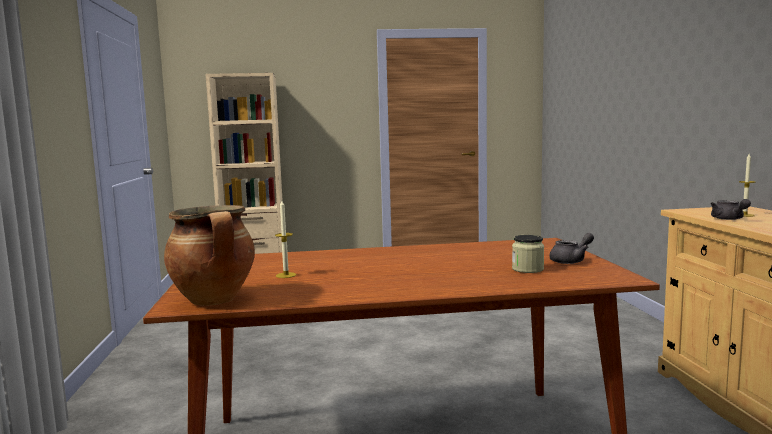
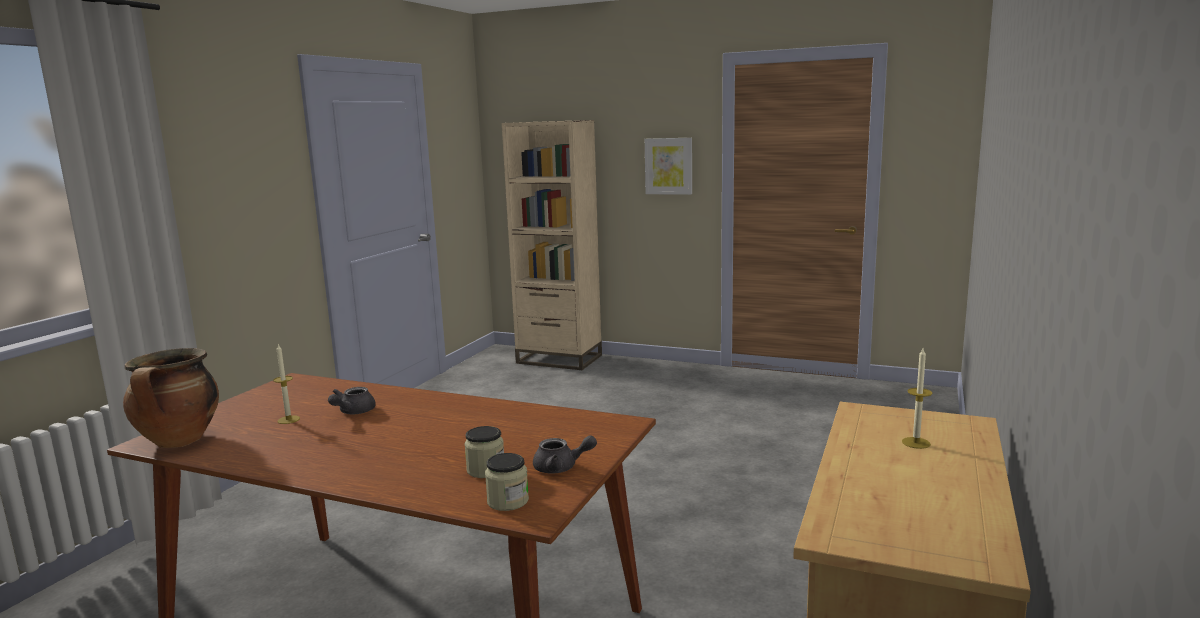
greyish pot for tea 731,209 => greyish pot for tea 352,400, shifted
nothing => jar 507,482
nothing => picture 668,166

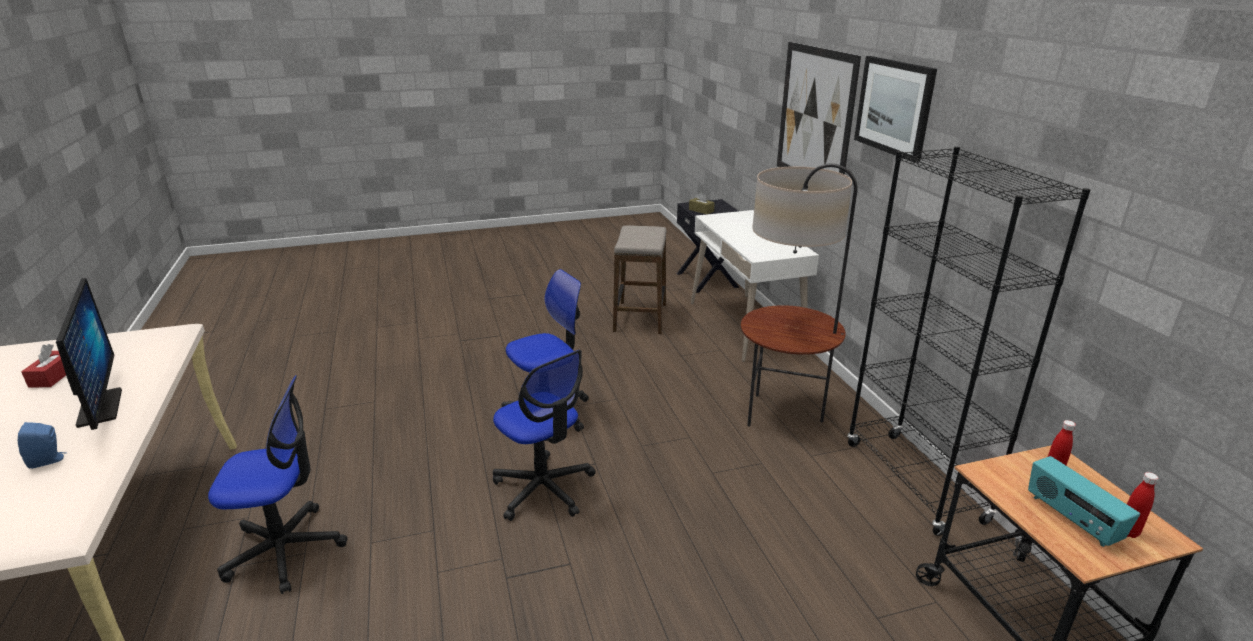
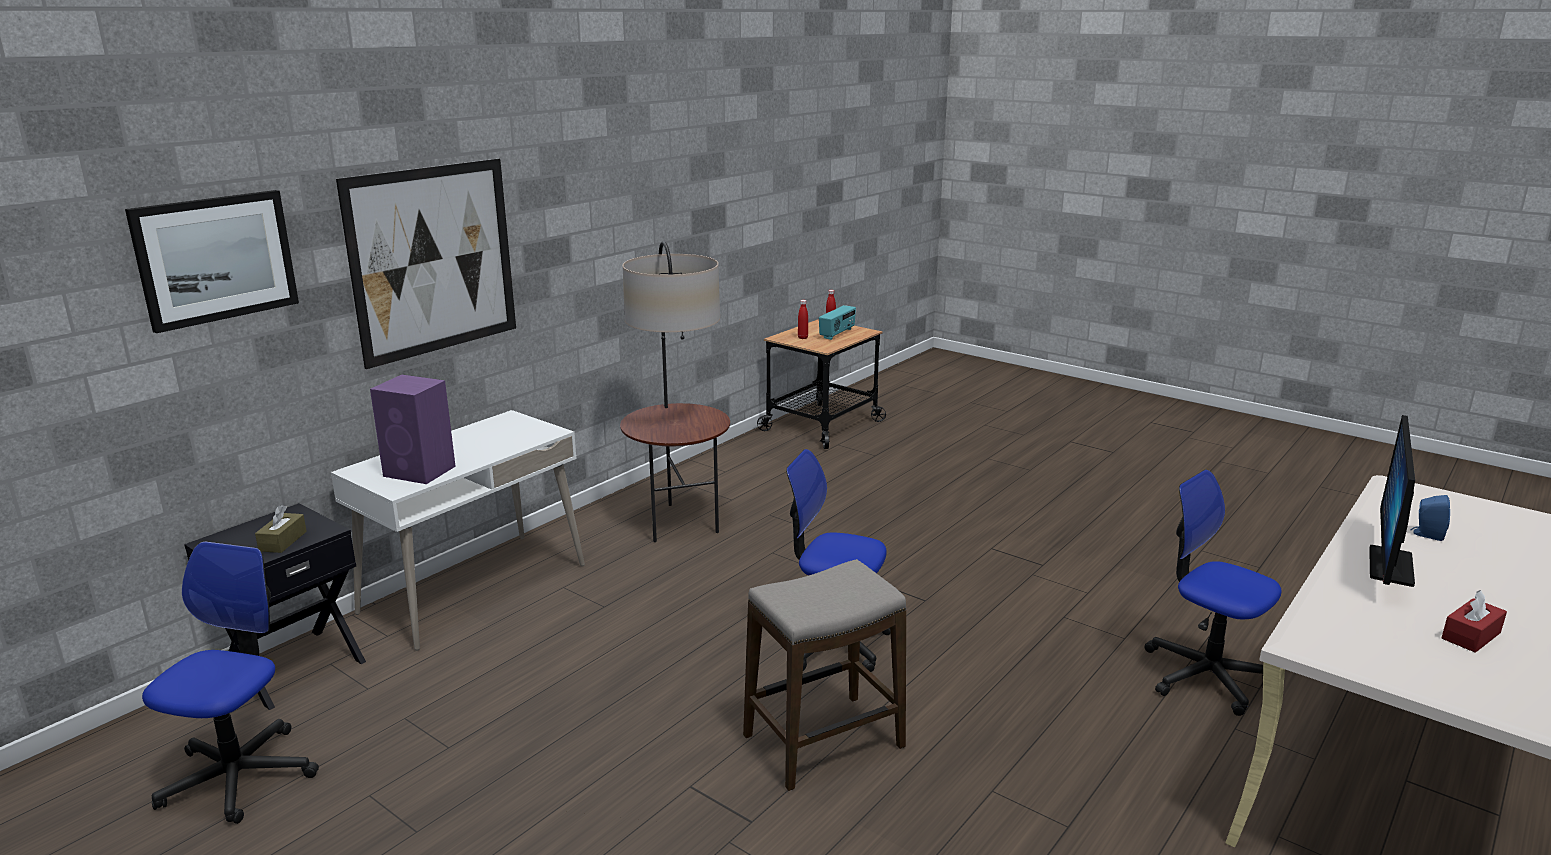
office chair 544,435 => office chair 230,682, shifted
sitting stool 640,280 => sitting stool 824,675, shifted
blackish shelving unit 968,341 => nothing
picture 895,109 => picture 212,261, shifted
nothing => purplish speaker 413,429

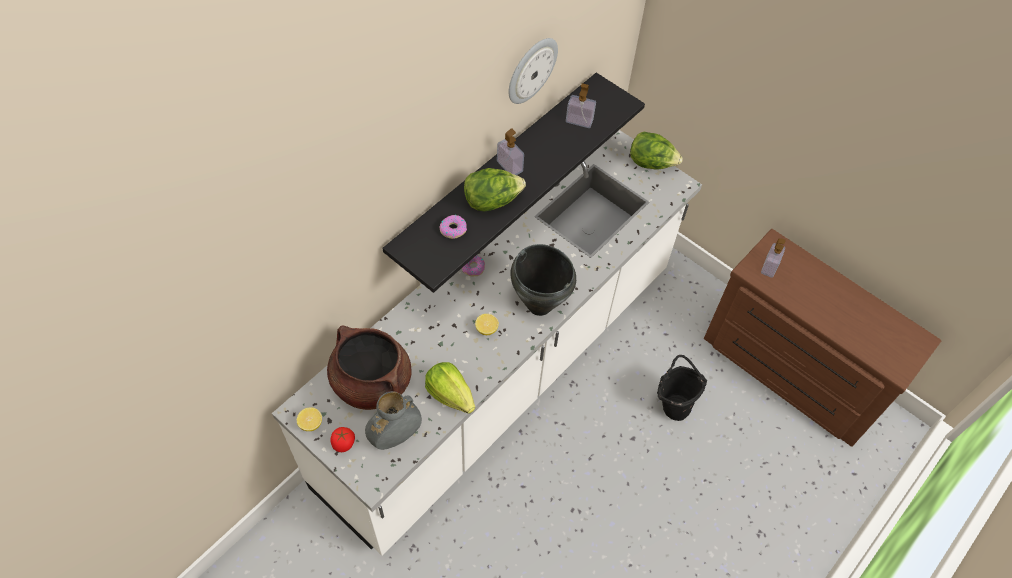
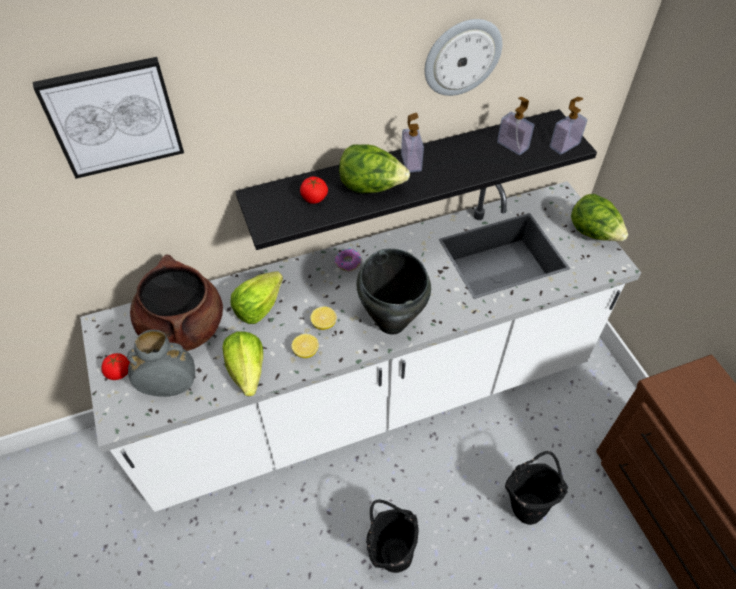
citrus fruit 309,419 => citrus fruit 305,346, shifted
donut 453,227 => whole tomato 314,190
soap bottle 773,258 => soap bottle 568,126, shifted
nothing => picture 108,118
nothing => lettuce head 257,297
nothing => blackish pail 392,536

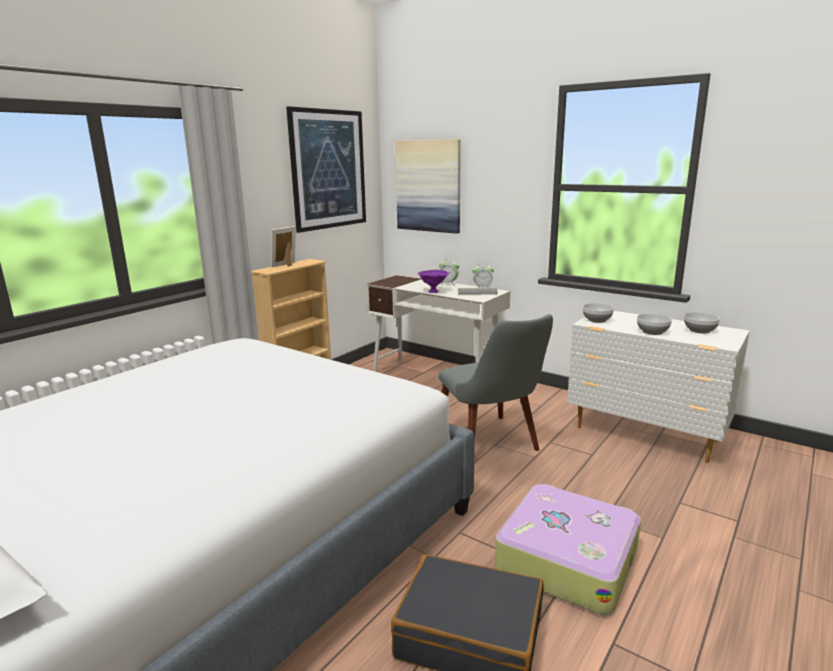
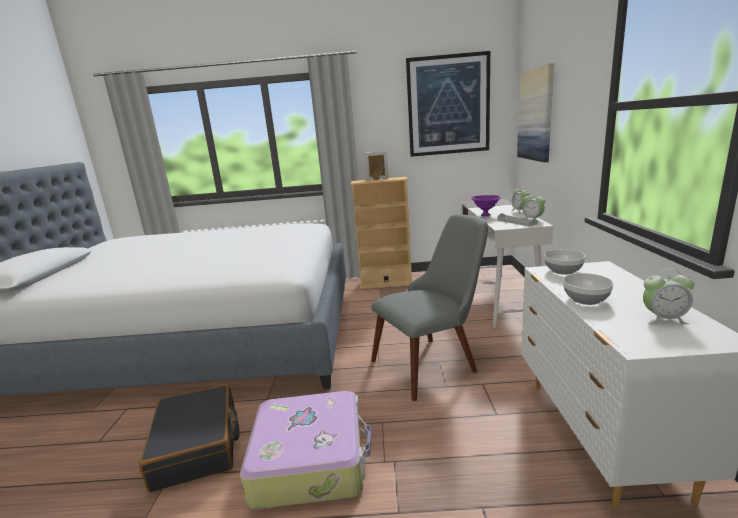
greyish upright chair 495,382 => greyish upright chair 429,307, 150 degrees counterclockwise
serving bowl 702,322 => alarm clock 669,297

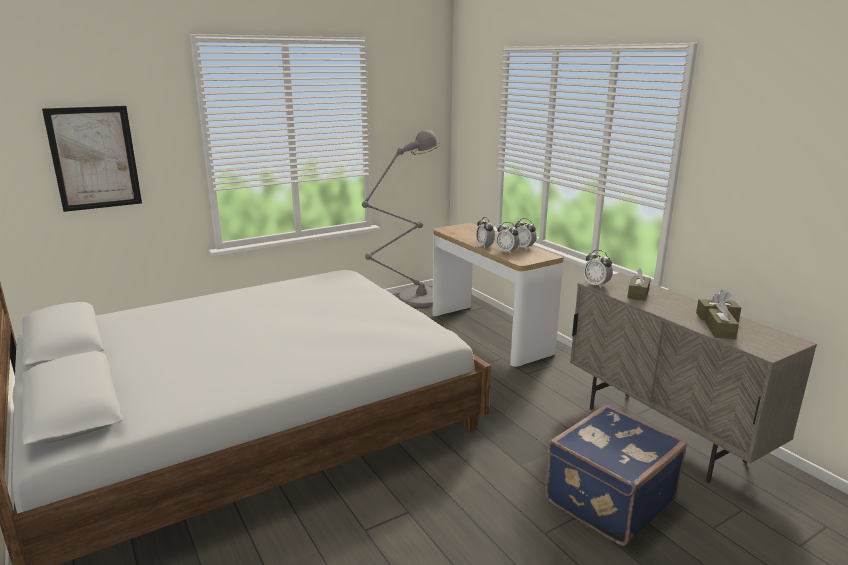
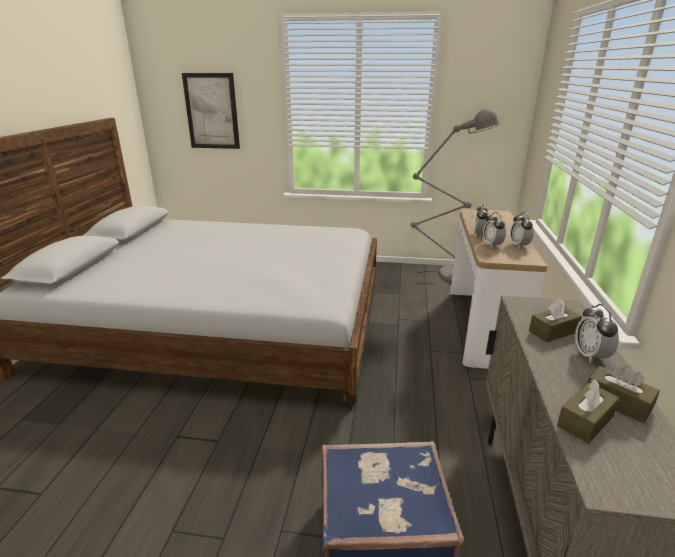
alarm clock 598,269 => alarm clock 597,333, shifted

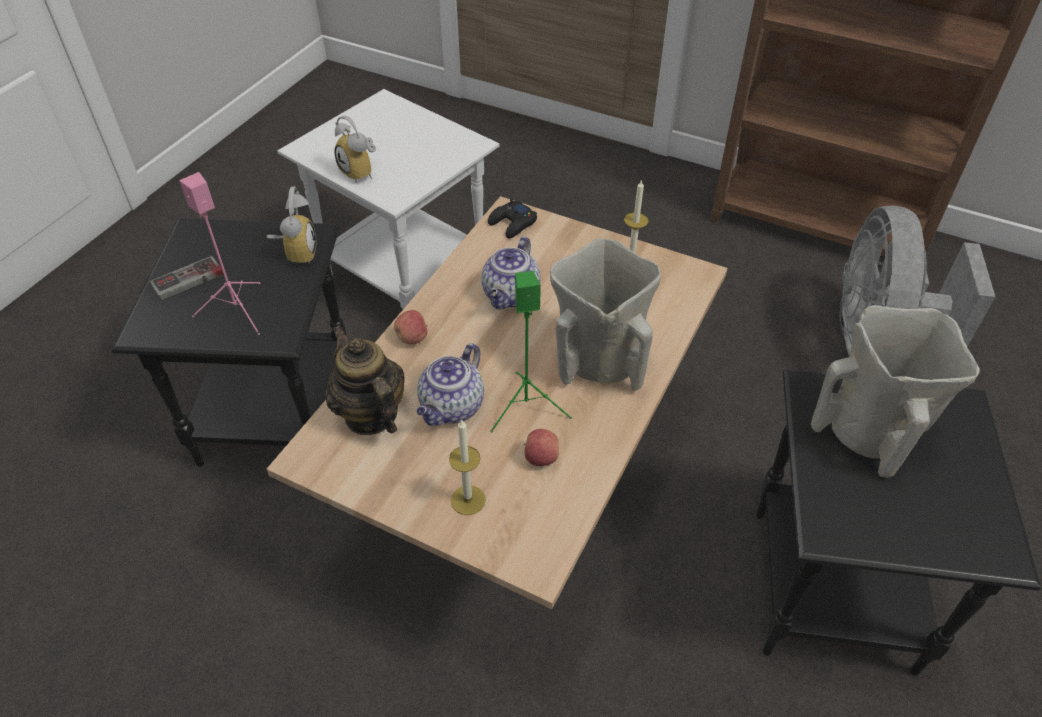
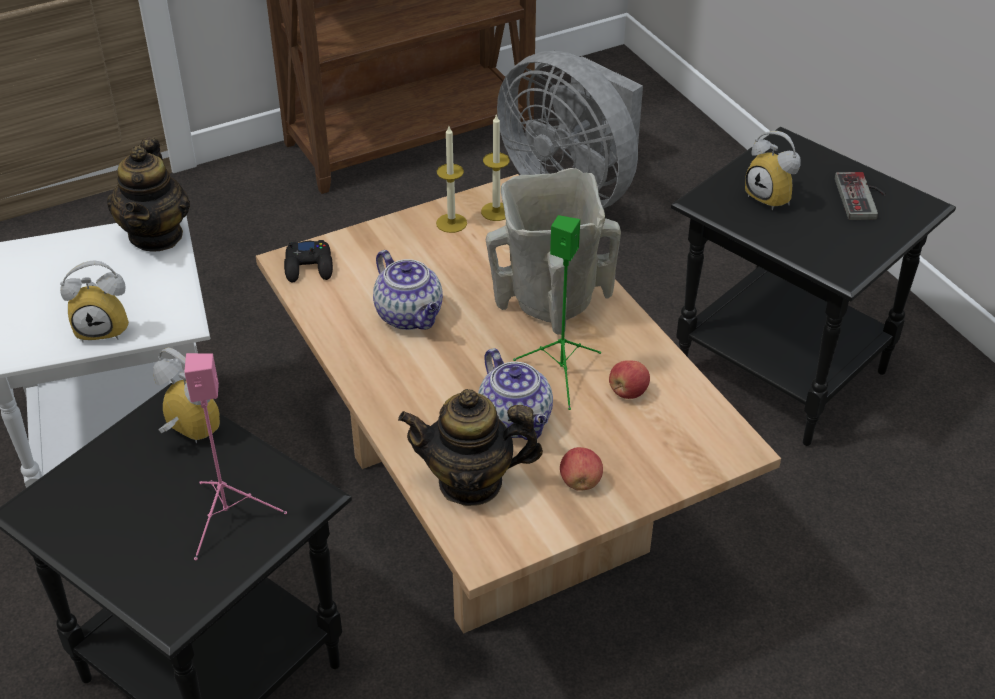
game controller 186,278 => game controller 860,196, shifted
apple 411,327 => apple 581,469, shifted
candle 467,467 => candle 495,167, shifted
beige flower vase 895,391 => alarm clock 773,171
nothing => pot for tea 148,194

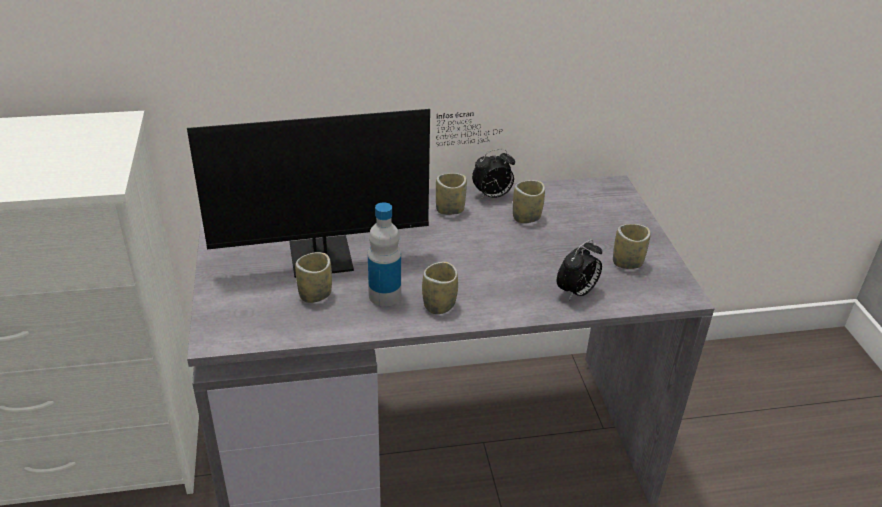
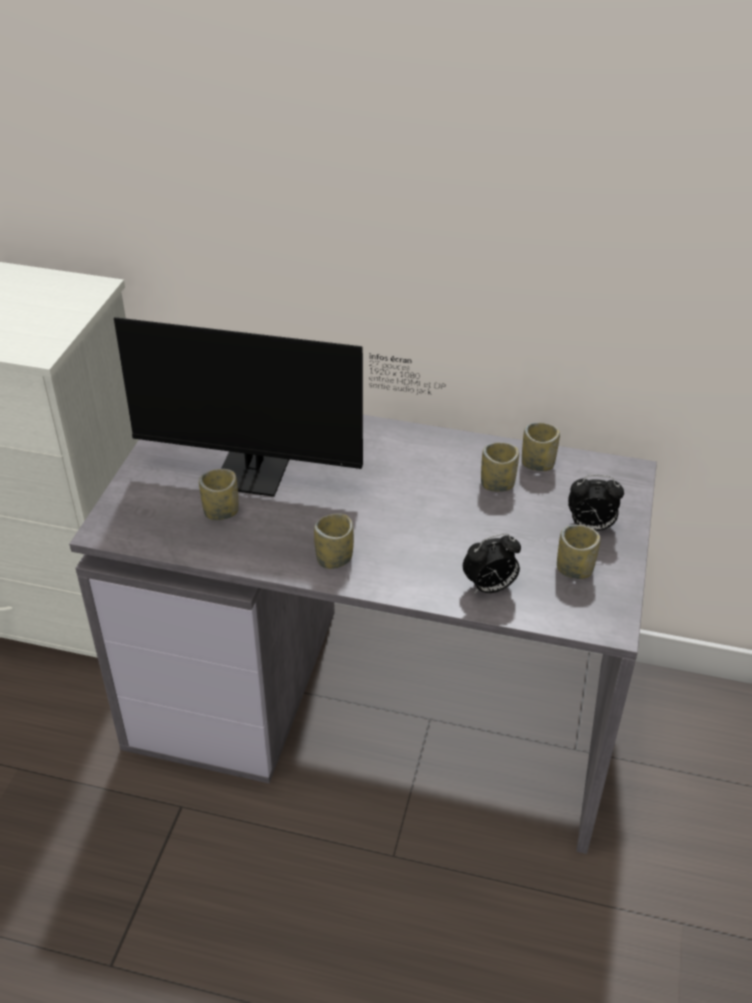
drink bottle 384,254 => nothing
drinking cup 451,194 => drinking cup 541,446, shifted
alarm clock 493,174 => alarm clock 596,503, shifted

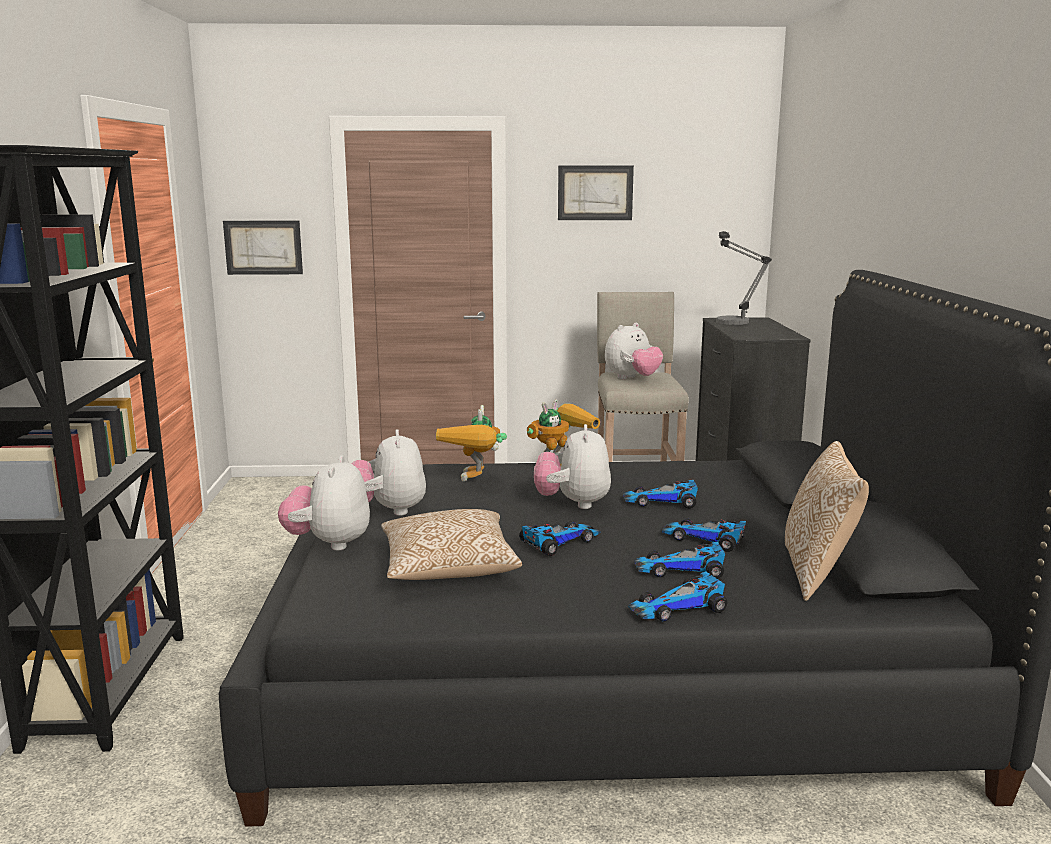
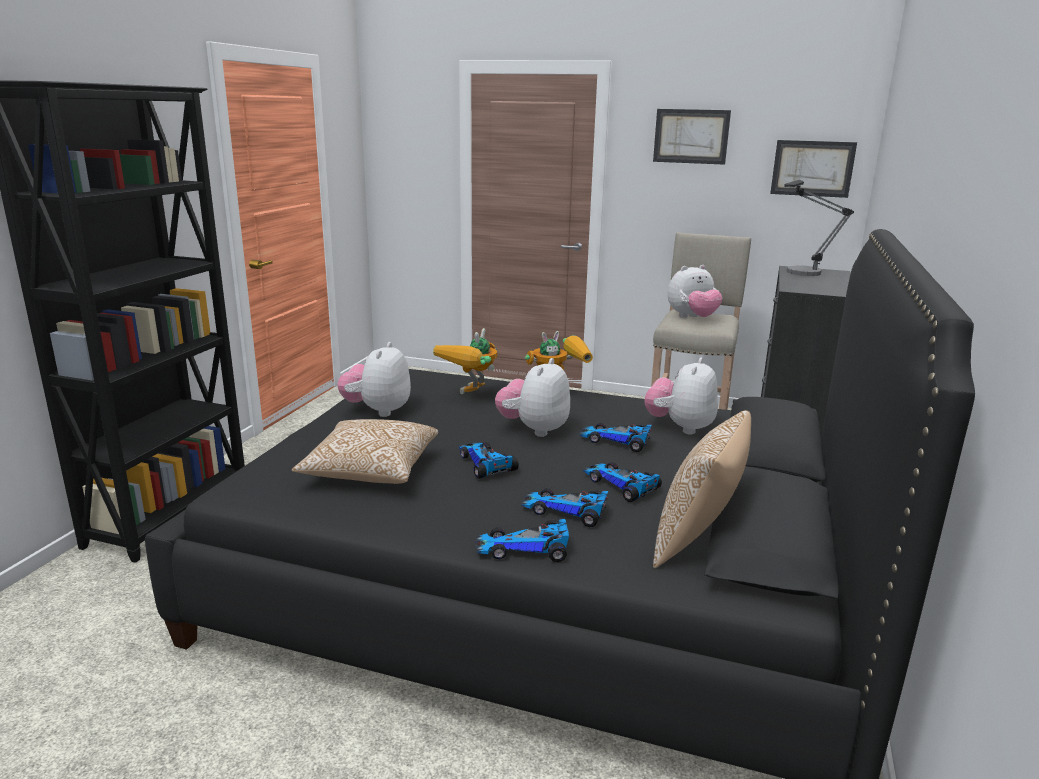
picture 263,248 => picture 813,169, shifted
plush toy 324,503 => plush toy 681,396, shifted
toy car 560,538 => toy car 489,460, 105 degrees counterclockwise

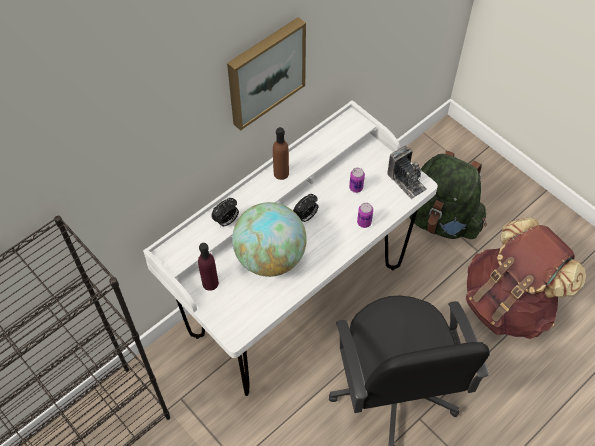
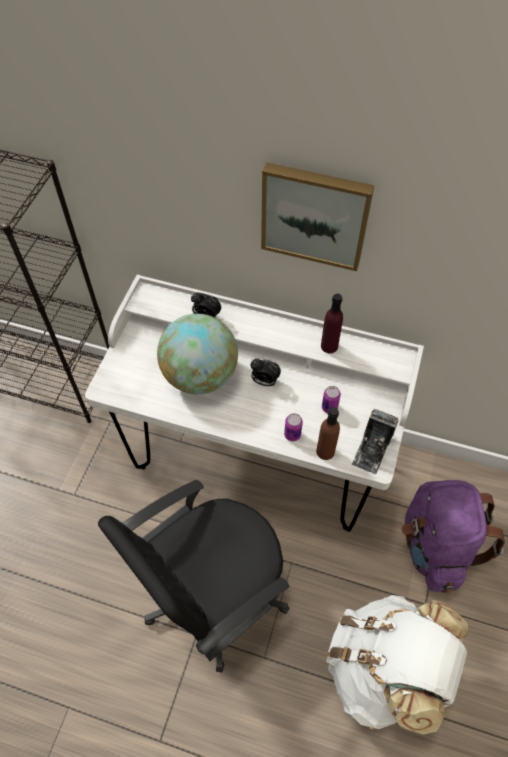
purplish drink bottle 208,267 => purplish drink bottle 332,323, shifted
brownish drink bottle 281,153 => brownish drink bottle 328,433, shifted
greenish rucksack 448,195 => purplish rucksack 453,536
brownish rucksack 526,278 => white rucksack 397,665

